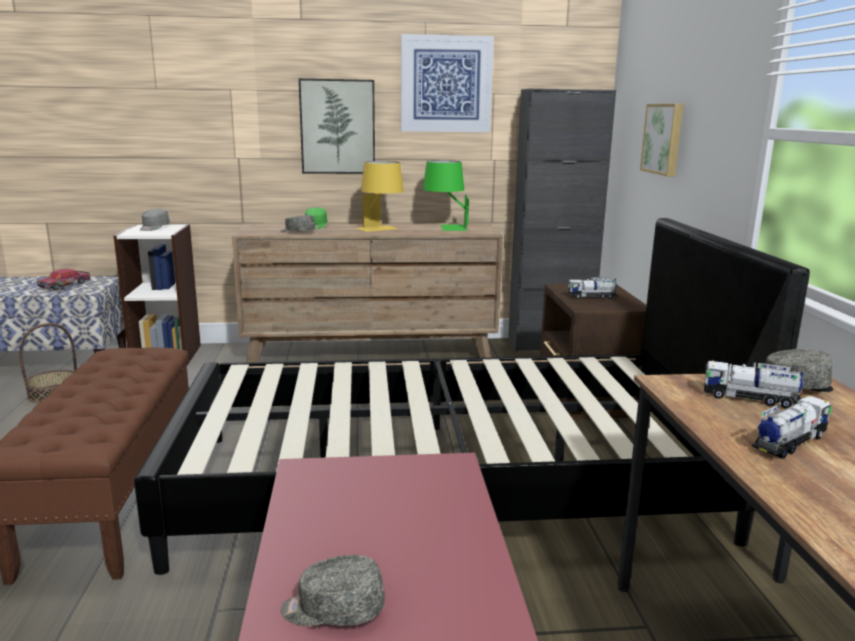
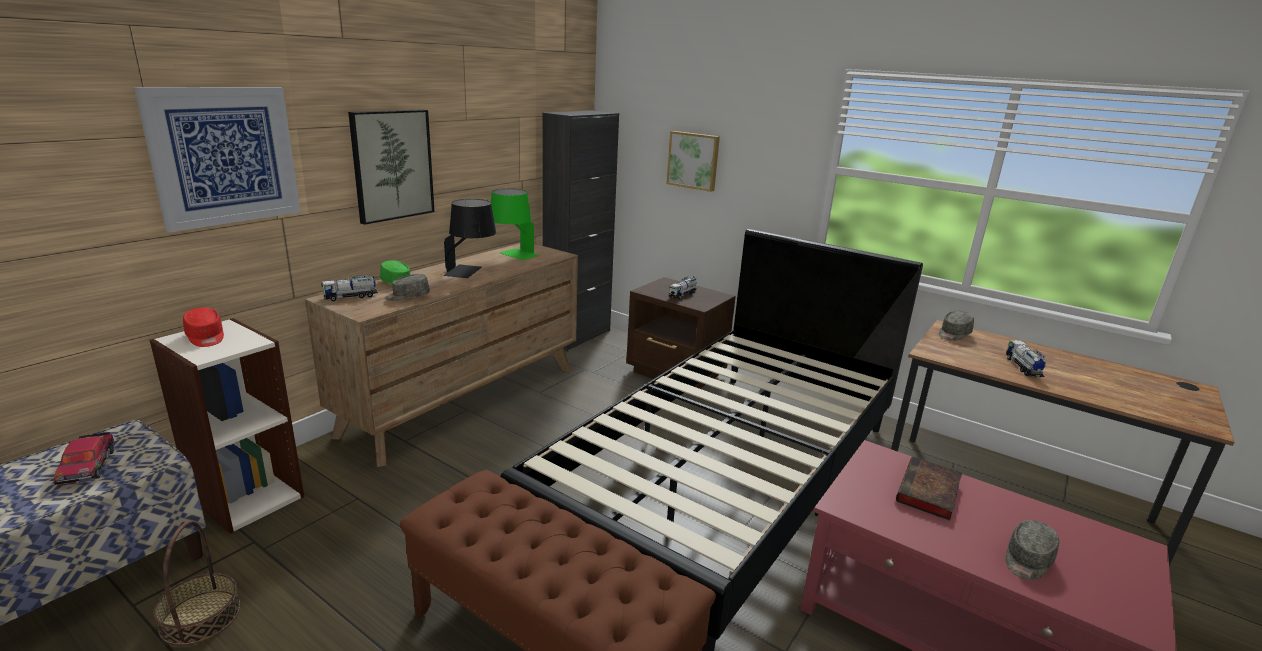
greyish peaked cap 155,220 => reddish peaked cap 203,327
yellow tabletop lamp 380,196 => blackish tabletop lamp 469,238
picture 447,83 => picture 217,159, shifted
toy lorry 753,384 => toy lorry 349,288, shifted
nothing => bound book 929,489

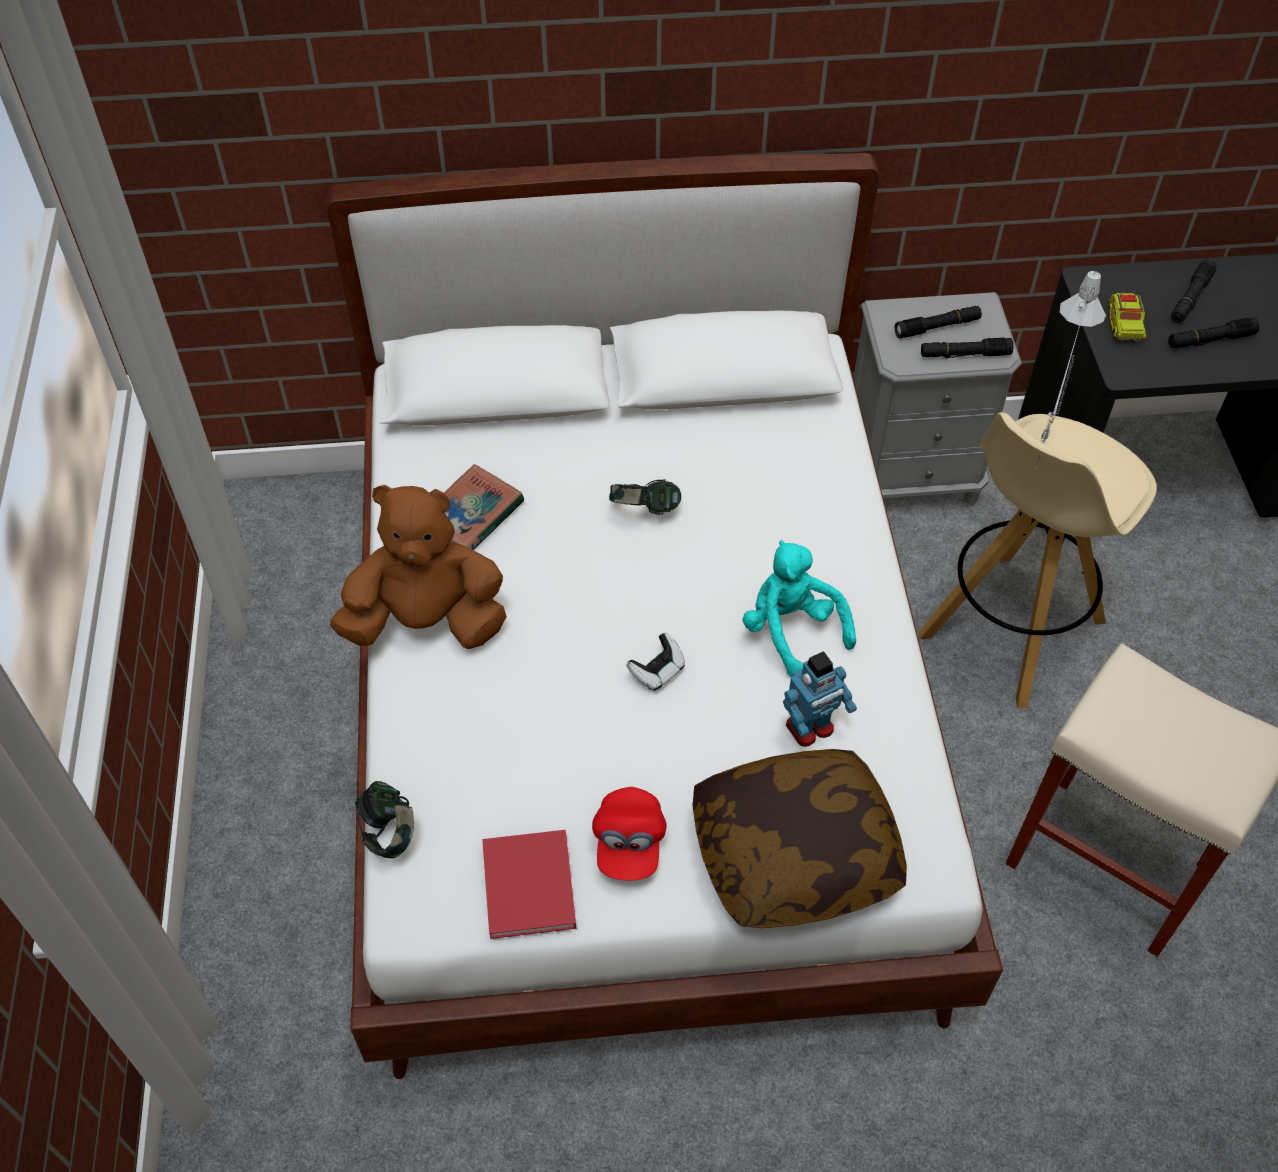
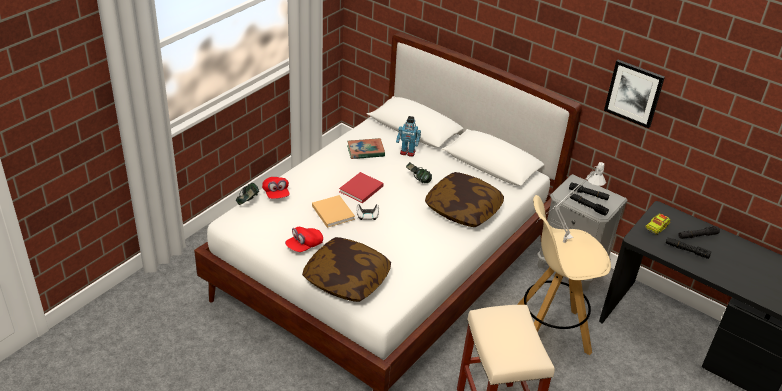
brownish plush toy 418,567 => nothing
reddish bound book 529,884 => reddish bound book 361,187, shifted
turquoise-coloured plush toy 799,609 => nothing
toy robot 820,699 => toy robot 408,136, shifted
nothing => reddish peaked cap 276,188
nothing => beige bound book 333,211
nothing => cushion 464,199
nothing => picture 634,94

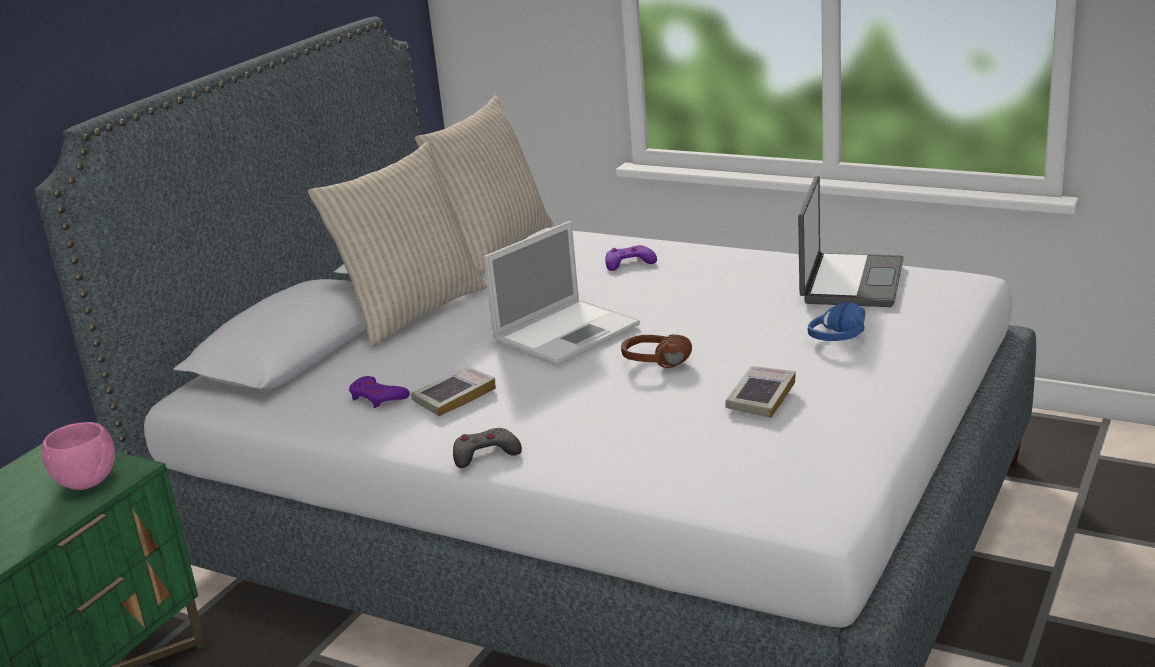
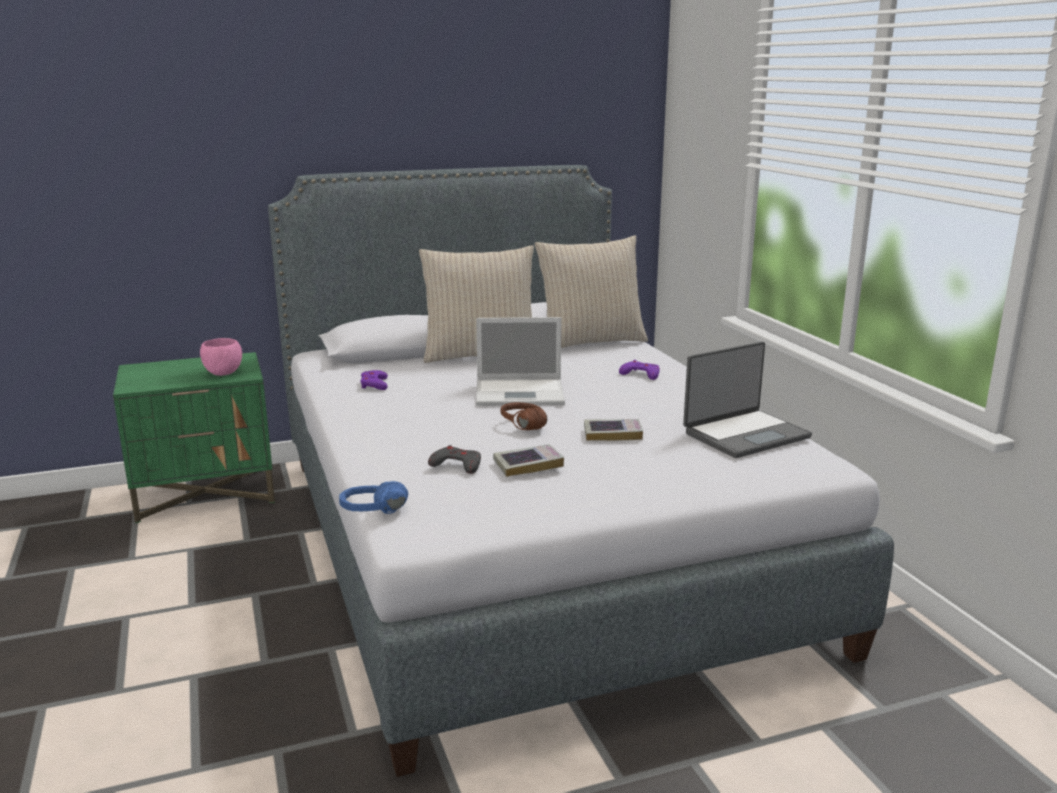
bound book 453,392 => bound book 613,430, shifted
greyish game controller 487,448 => greyish game controller 454,459, shifted
blue pair of headphones 836,321 => blue pair of headphones 373,497, shifted

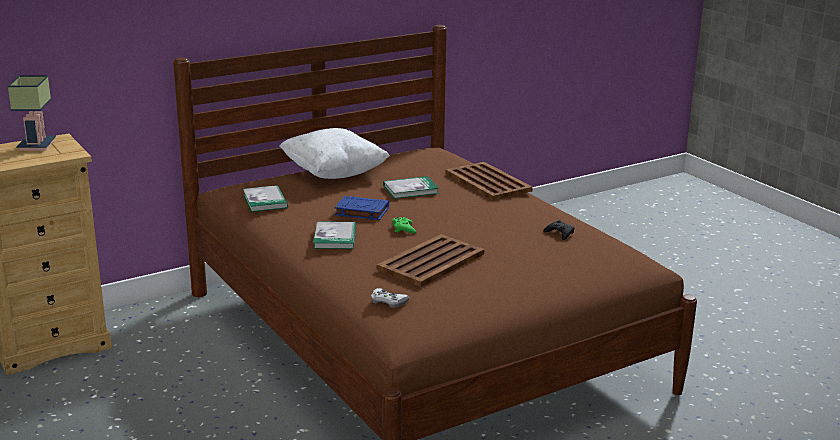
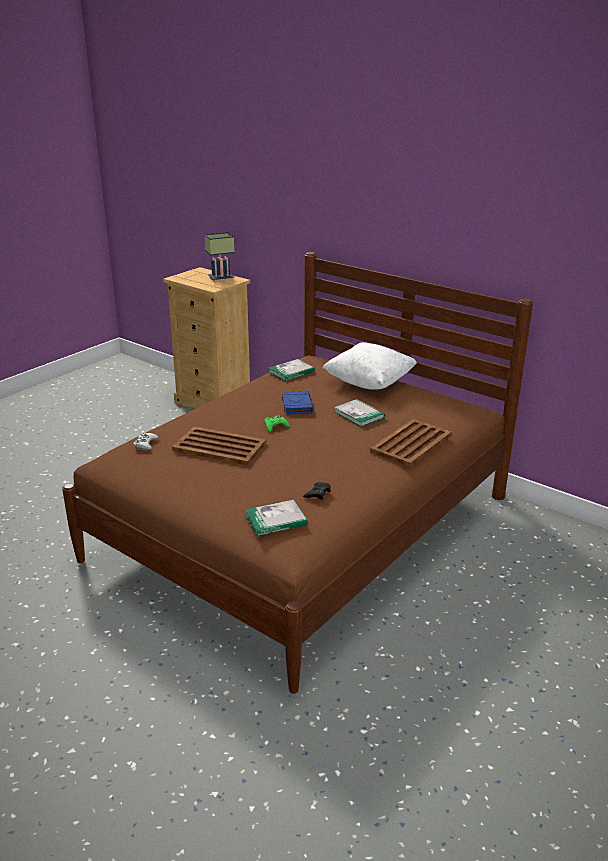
bound book 334,235 => bound book 276,518, shifted

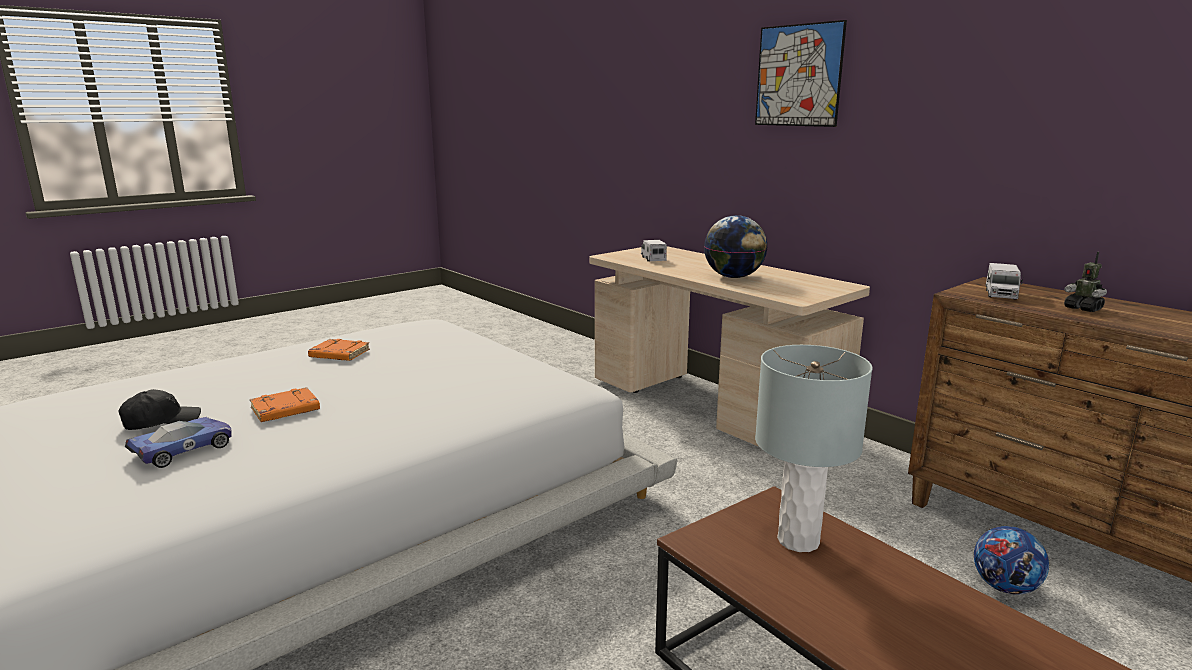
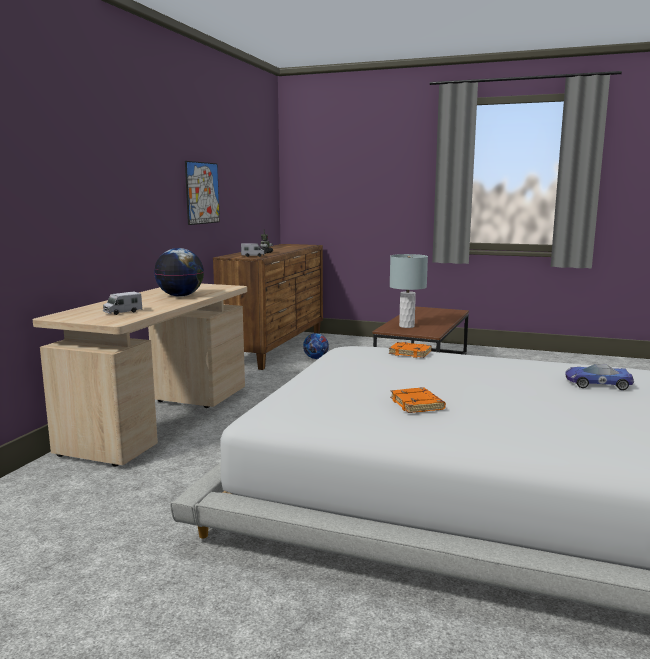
blackish peaked cap 159,409 => nothing
orange-coloured bound book 285,404 => orange-coloured bound book 410,350, shifted
picture 801,73 => picture 202,193, shifted

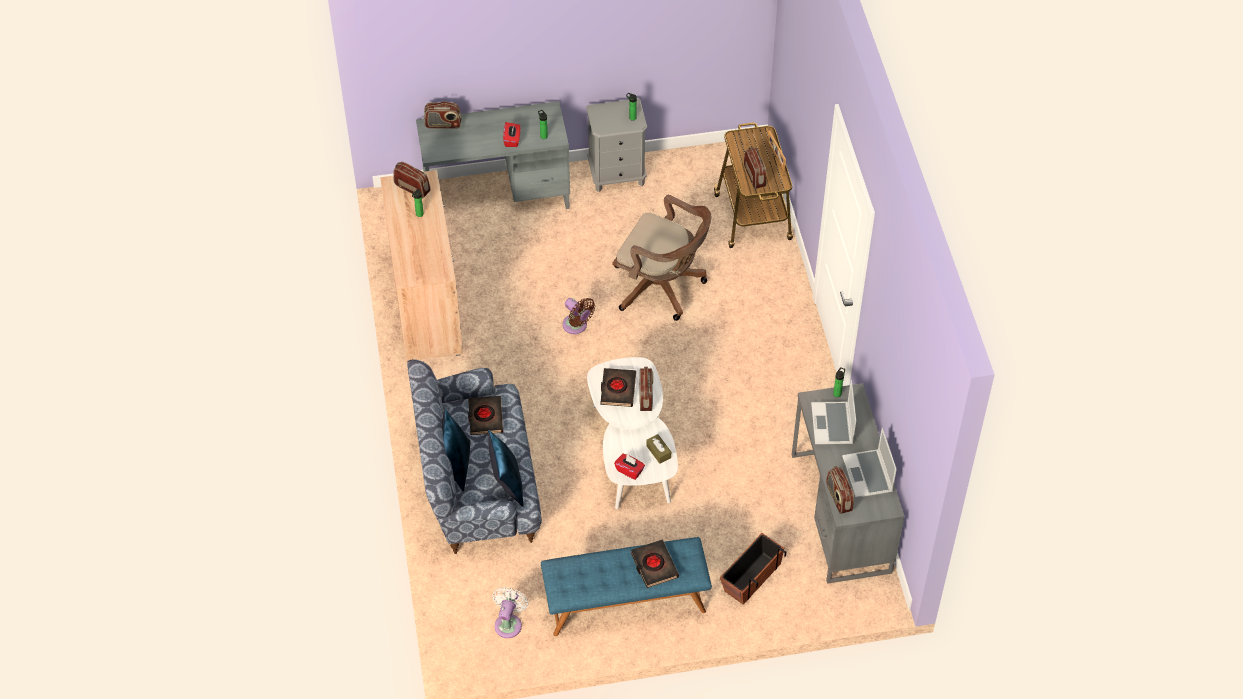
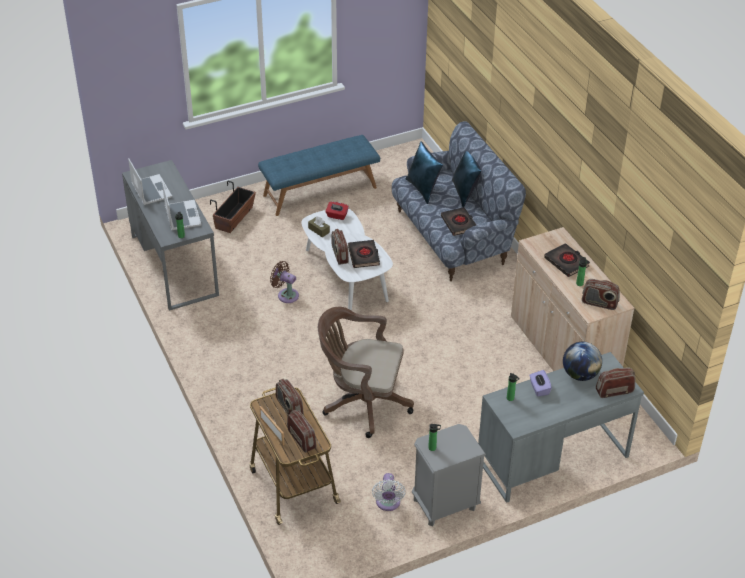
white electric fan 510,612 => white electric fan 389,492, shifted
reddish tissue box 511,134 => purplish tissue box 540,383
brownish electric fan 578,316 => brownish electric fan 284,282, shifted
blackish bound book 655,564 => blackish bound book 567,260, shifted
radio 840,490 => radio 301,431, shifted
nothing => desk globe 582,361

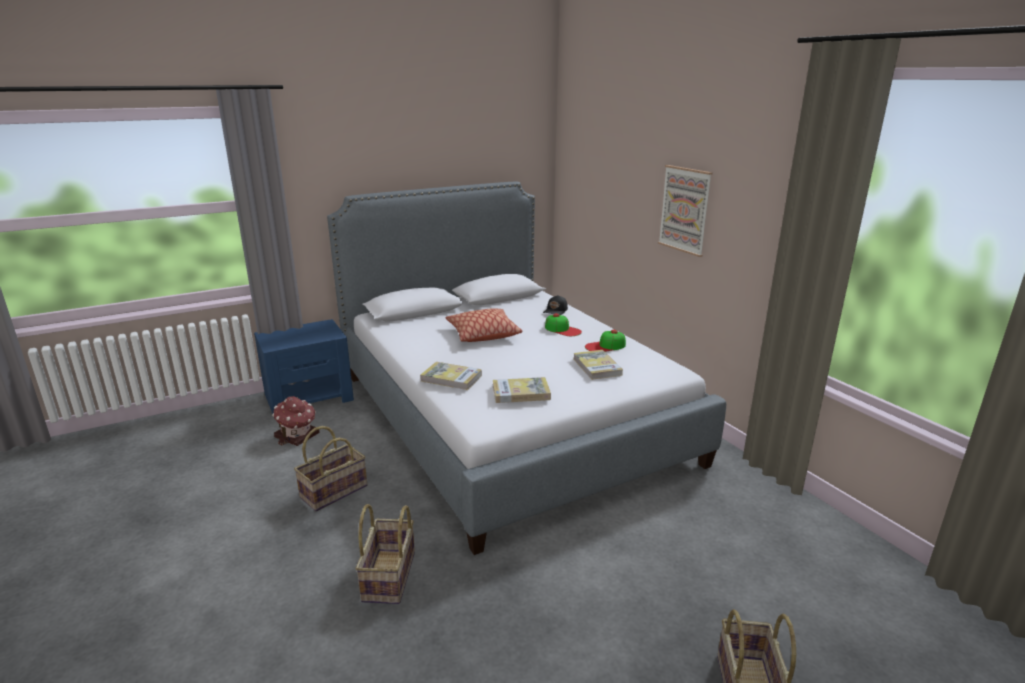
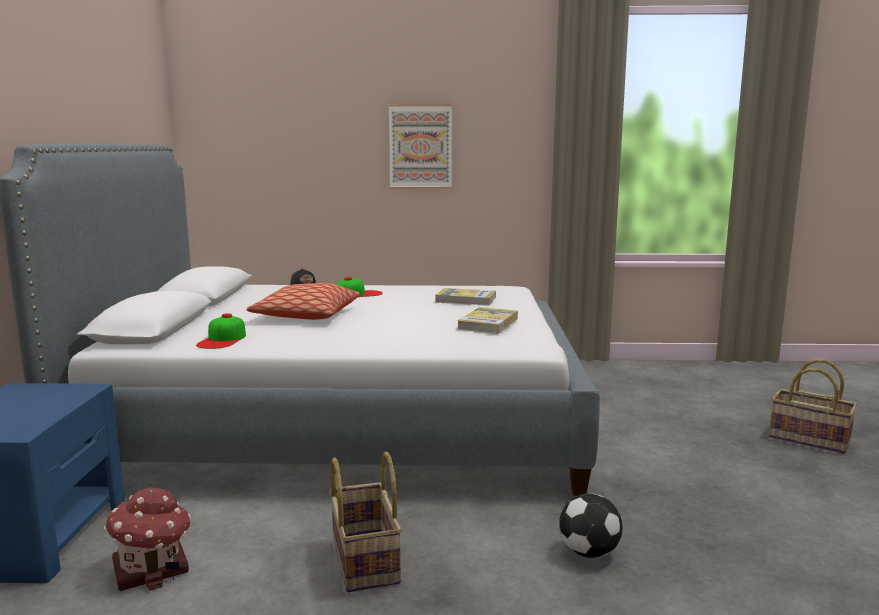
basket 385,554 => football ball 590,525
bound book 451,376 => nothing
peaked cap 605,341 => peaked cap 221,331, shifted

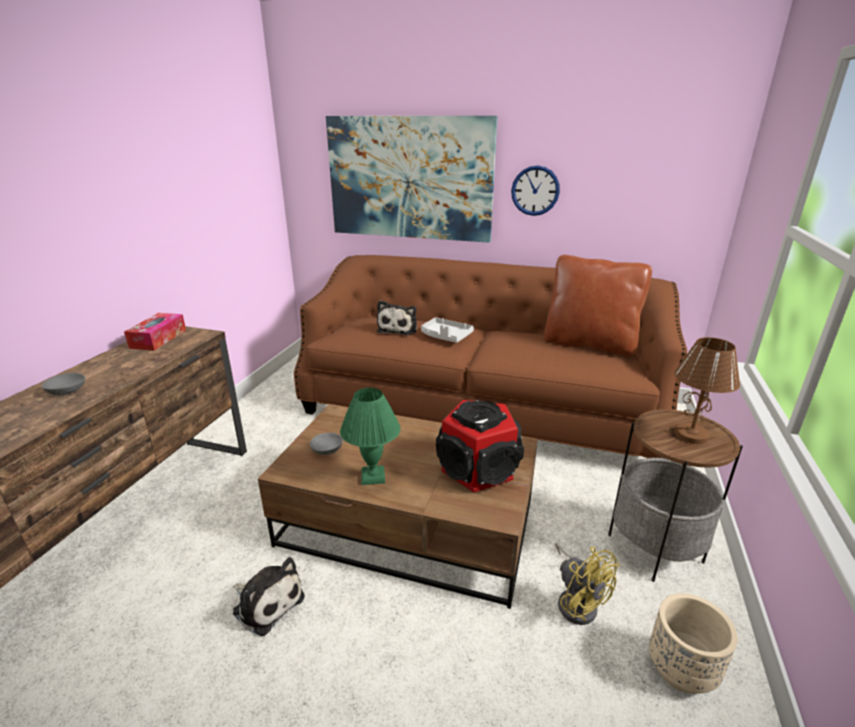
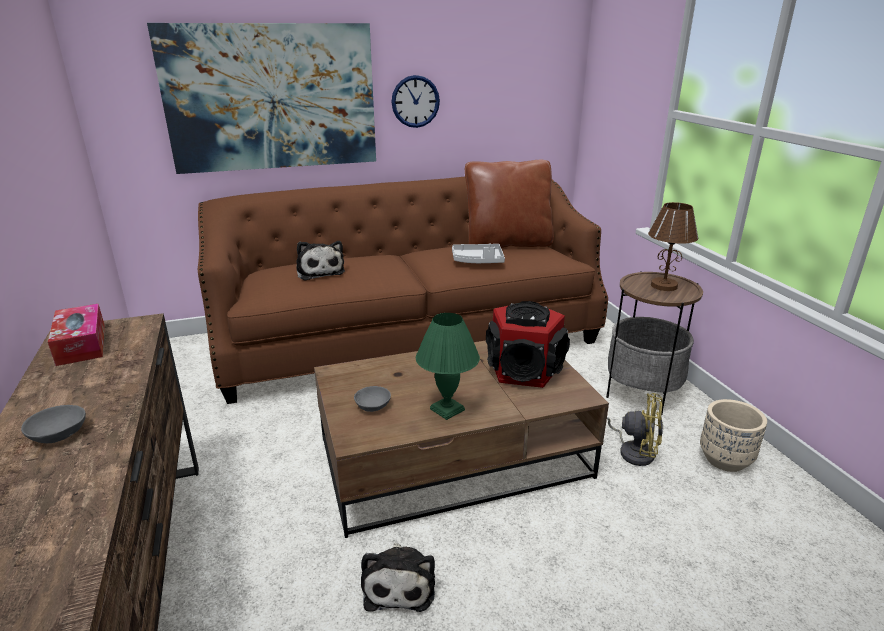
plush toy 269,596 => plush toy 398,577, 90 degrees clockwise
greyish serving tray 447,330 => greyish serving tray 478,253, shifted

